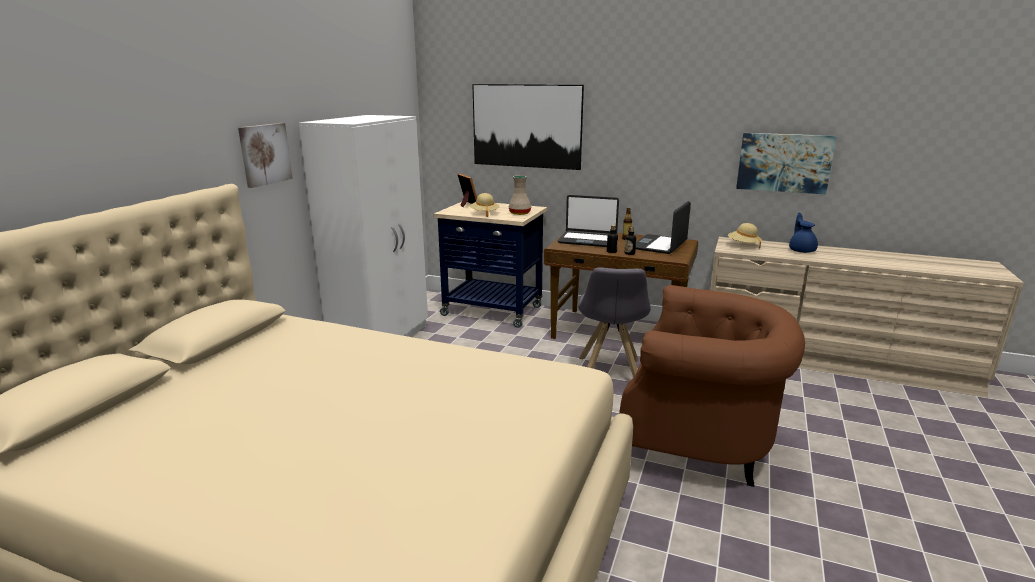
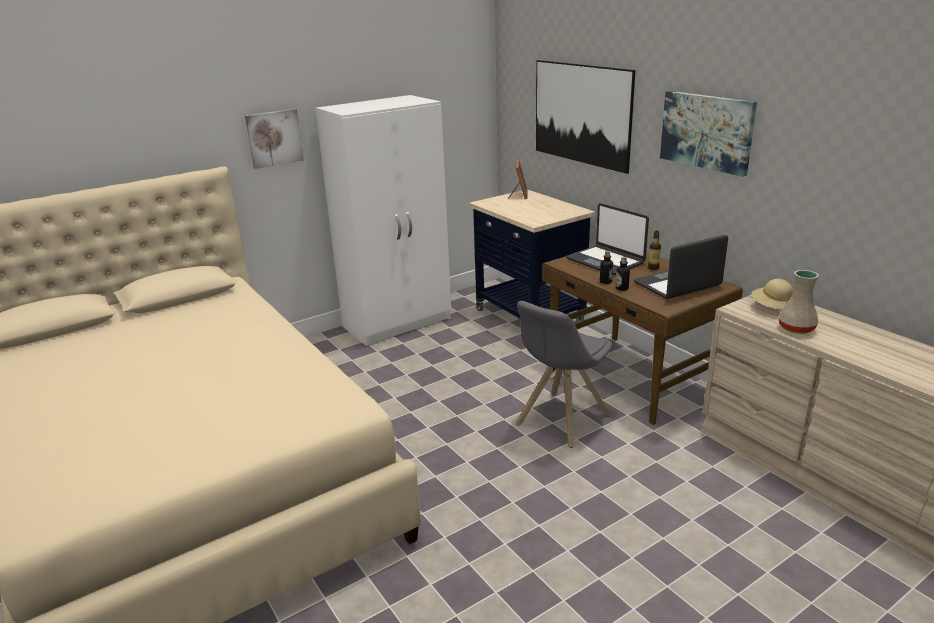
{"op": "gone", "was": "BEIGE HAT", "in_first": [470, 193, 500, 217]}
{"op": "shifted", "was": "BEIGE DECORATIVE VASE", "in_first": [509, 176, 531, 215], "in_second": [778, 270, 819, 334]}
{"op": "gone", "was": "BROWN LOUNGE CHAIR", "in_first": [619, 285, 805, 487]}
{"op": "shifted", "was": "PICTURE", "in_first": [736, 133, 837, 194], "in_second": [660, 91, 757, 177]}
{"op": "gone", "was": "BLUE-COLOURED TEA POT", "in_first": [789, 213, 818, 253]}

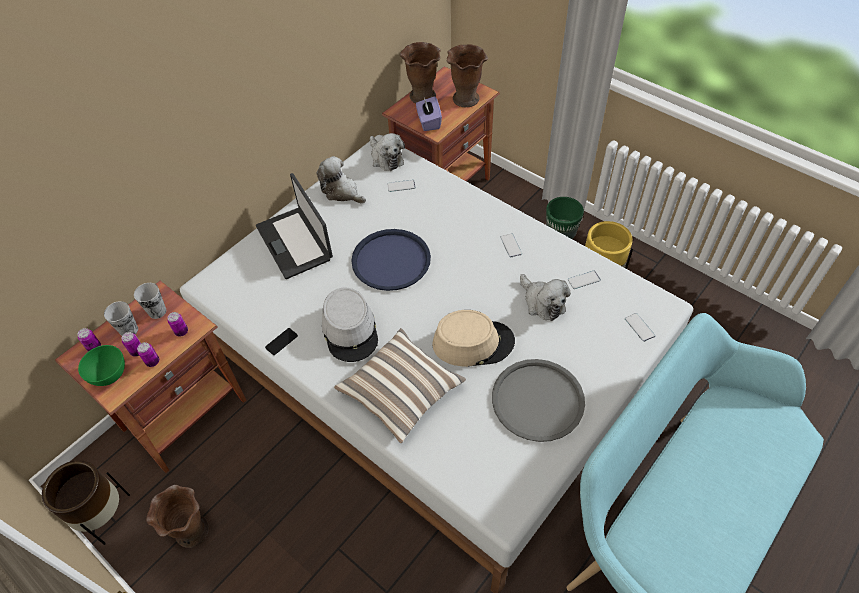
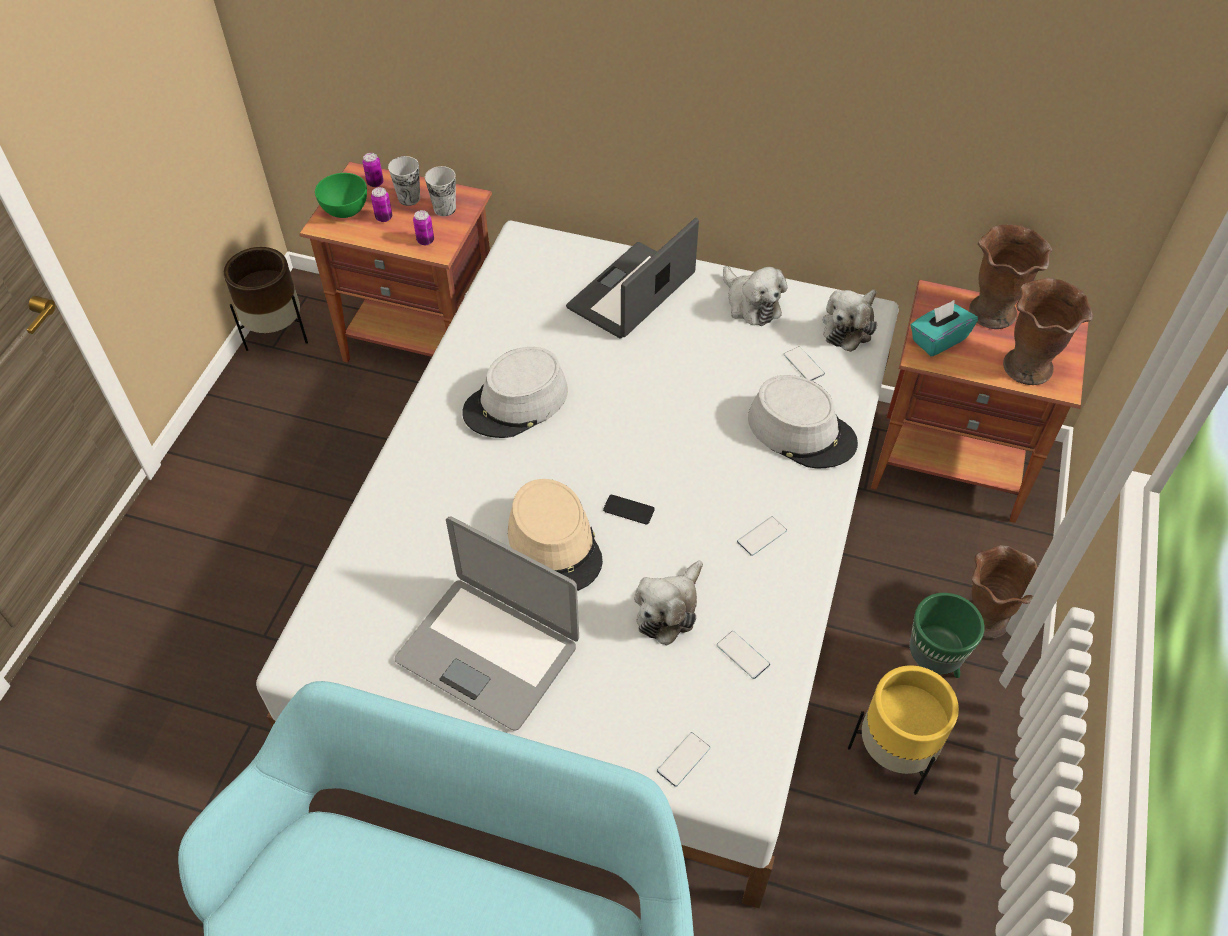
{"op": "gone", "was": "SEALED CAN", "in_first": [137, 342, 159, 367]}
{"op": "shifted", "was": "BROWN DECORATIVE VASE", "in_first": [146, 485, 209, 548], "in_second": [970, 545, 1038, 639]}
{"op": "shifted", "was": "PHONE", "in_first": [265, 328, 298, 355], "in_second": [603, 495, 655, 524]}
{"op": "rotated", "was": "CUDDLY TOY", "in_first": [317, 156, 366, 203], "in_second": [723, 266, 787, 326], "clockwise": 135}
{"op": "gone", "was": "THROW PILLOW", "in_first": [334, 328, 466, 443]}
{"op": "gone", "was": "BLUE-COLOURED CARRYING TRAY", "in_first": [351, 229, 431, 291]}
{"op": "repainted", "was": "PURPLE-COLOURED TISSUE HOLDER", "now": "TURQUOISE-COLOURED TISSUE HOLDER", "in_first": [416, 96, 442, 131], "in_second": [911, 300, 978, 357]}
{"op": "swapped", "was": "GREYISH CARRYING TRAY", "now": "NOTEBOOK COMPUTER", "in_first": [492, 359, 585, 442], "in_second": [395, 517, 579, 731]}
{"op": "new", "now": "GREYISH HAT", "in_second": [748, 375, 858, 469]}

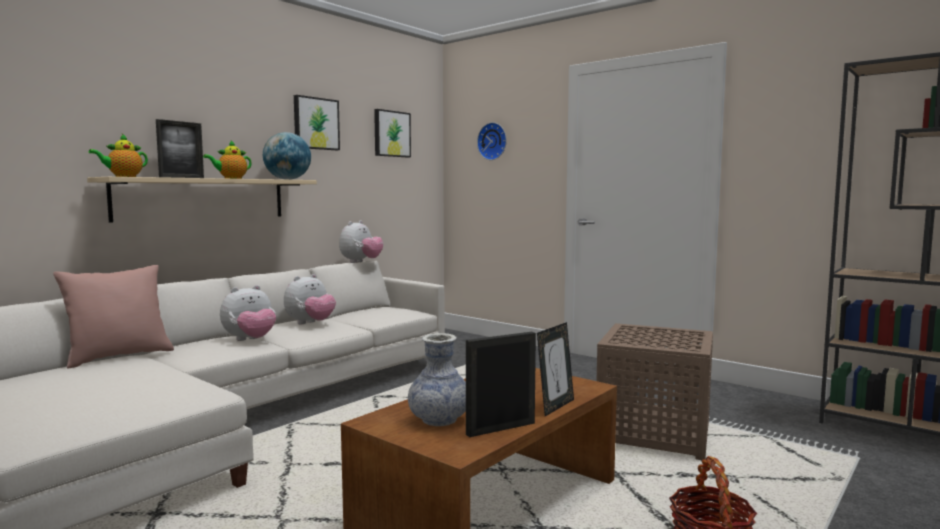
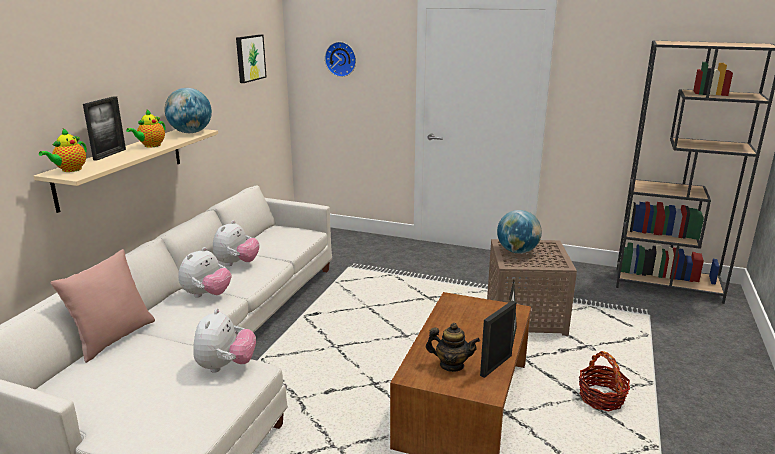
{"op": "gone", "was": "PICTURE", "in_first": [294, 95, 340, 150]}
{"op": "shifted", "was": "CUDDLY TOY", "in_first": [339, 221, 384, 263], "in_second": [193, 308, 256, 373]}
{"op": "swapped", "was": "DECORATIVE VASE", "now": "TEA POT", "in_first": [408, 333, 466, 426], "in_second": [426, 323, 480, 372]}
{"op": "new", "now": "DESK GLOBE", "in_second": [497, 210, 542, 254]}

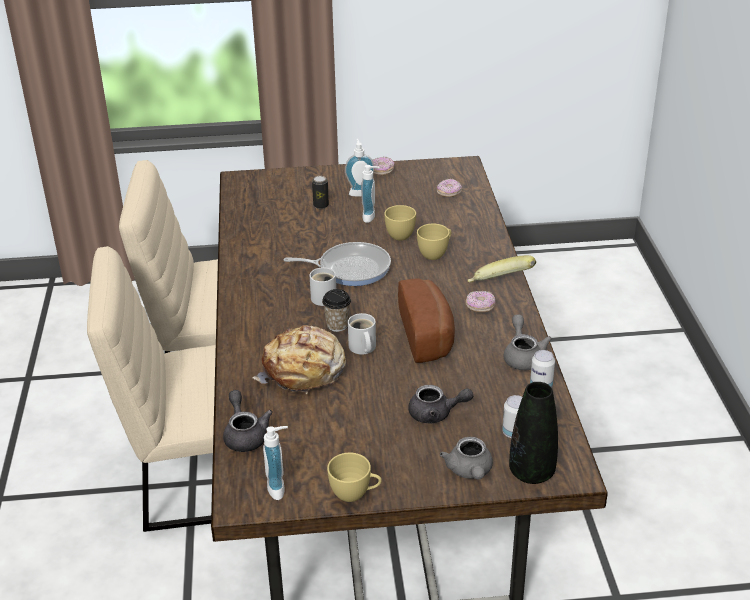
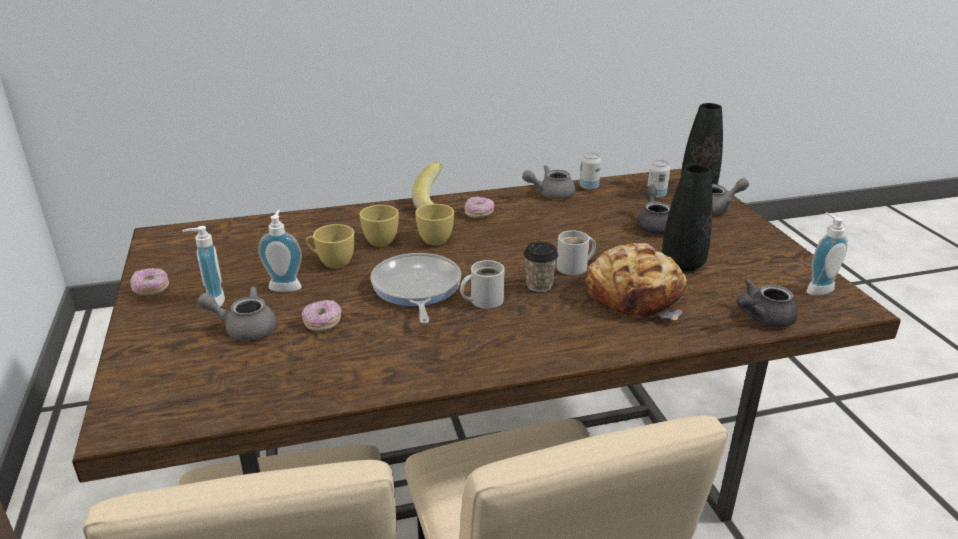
{"op": "swapped", "was": "SEALED CAN", "now": "GREYISH TEA POT", "in_first": [312, 176, 329, 209], "in_second": [197, 287, 277, 341]}
{"op": "shifted", "was": "YELLOW DRINKING CUP", "in_first": [327, 453, 382, 502], "in_second": [415, 204, 454, 246]}
{"op": "gone", "was": "BREAD", "in_first": [398, 278, 455, 363]}
{"op": "shifted", "was": "RING DOUGHNUT", "in_first": [437, 179, 462, 197], "in_second": [302, 300, 341, 332]}
{"op": "new", "now": "BLACKISH DECORATIVE VASE", "in_second": [662, 164, 713, 272]}

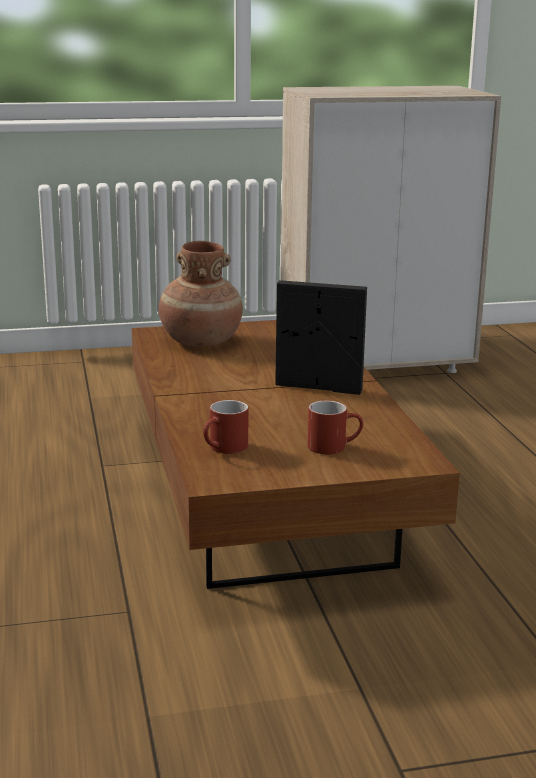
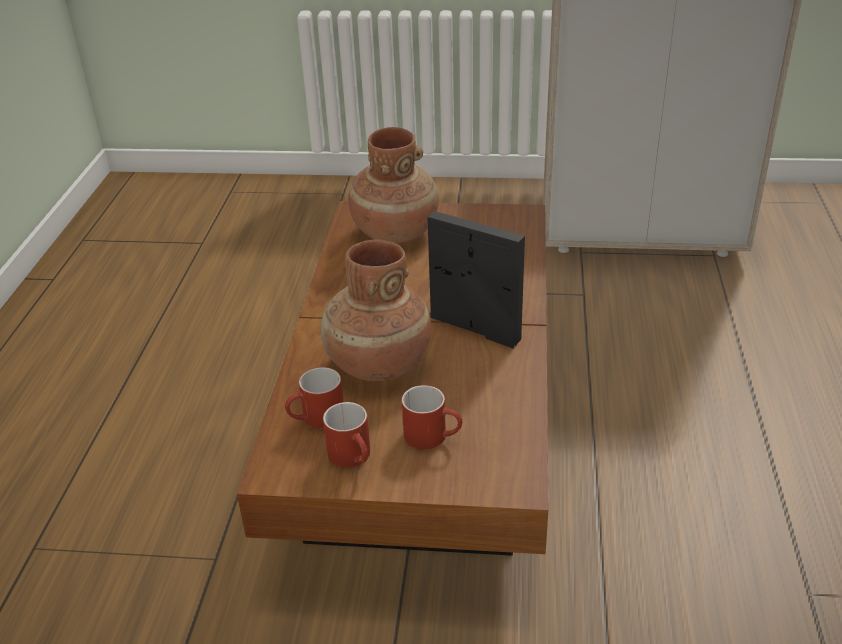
{"op": "new", "now": "BROWN DECORATIVE VASE", "in_second": [321, 240, 431, 381]}
{"op": "new", "now": "RED-COLOURED COFFEE MUG", "in_second": [323, 402, 370, 468]}

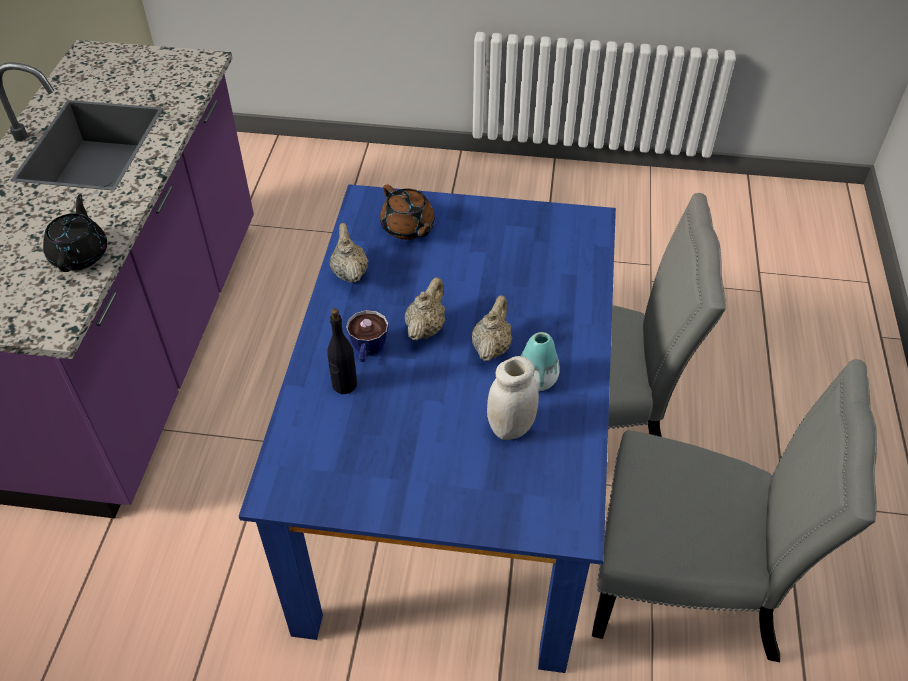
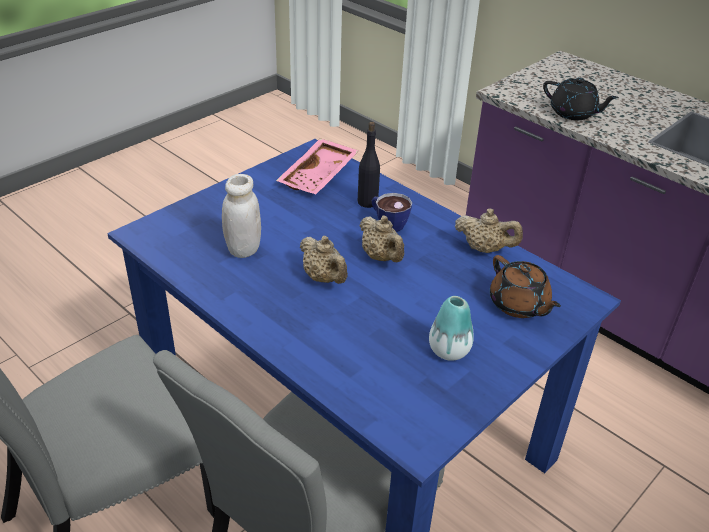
{"op": "rotated", "was": "BROWN TEA POT", "in_first": [380, 184, 435, 240], "in_second": [490, 255, 561, 318], "clockwise": -120}
{"op": "shifted", "was": "DECORATIVE VASE", "in_first": [521, 332, 560, 391], "in_second": [429, 296, 474, 361]}
{"op": "new", "now": "PINKISH CARRYING TRAY", "in_second": [276, 138, 359, 194]}

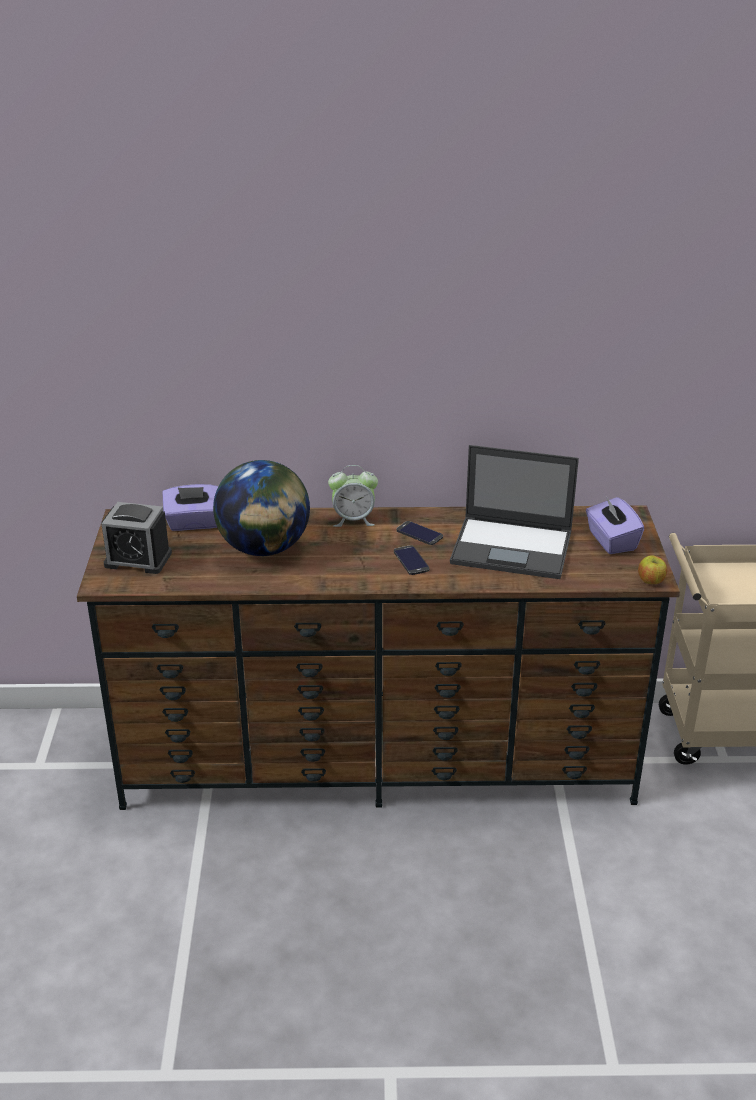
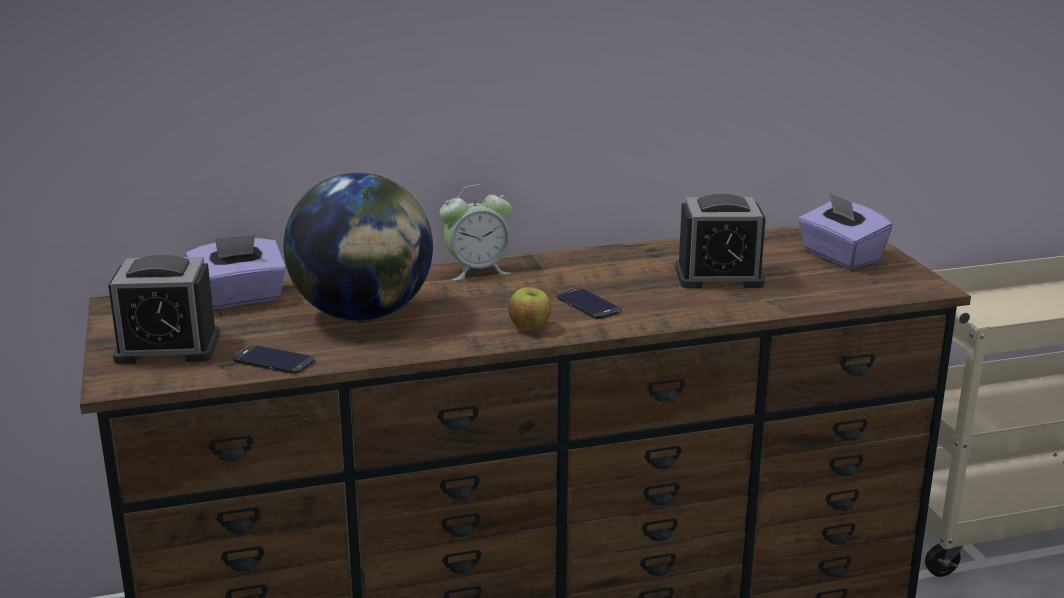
{"op": "shifted", "was": "PHONE", "in_first": [396, 521, 443, 545], "in_second": [233, 345, 315, 374]}
{"op": "swapped", "was": "NOTEBOOK COMPUTER", "now": "ALARM CLOCK", "in_first": [450, 445, 579, 579], "in_second": [675, 194, 766, 288]}
{"op": "shifted", "was": "APPLE", "in_first": [638, 556, 667, 584], "in_second": [508, 287, 551, 330]}

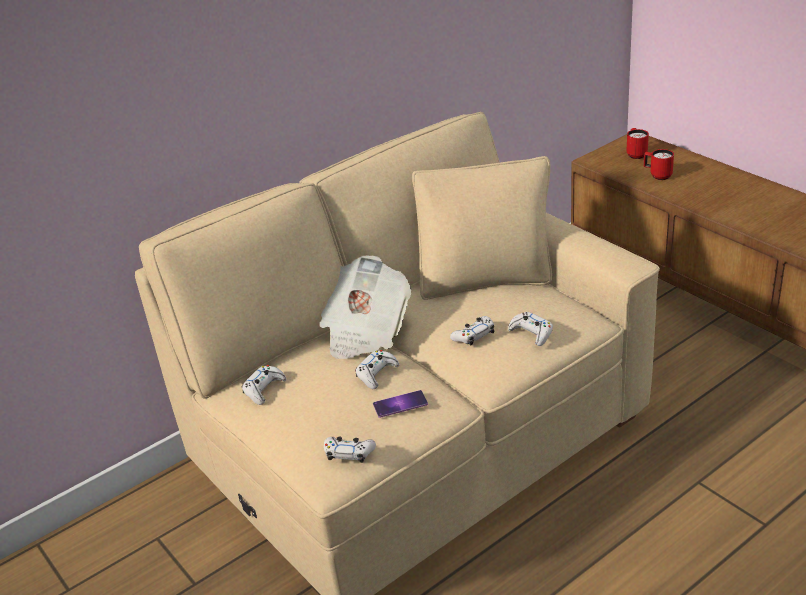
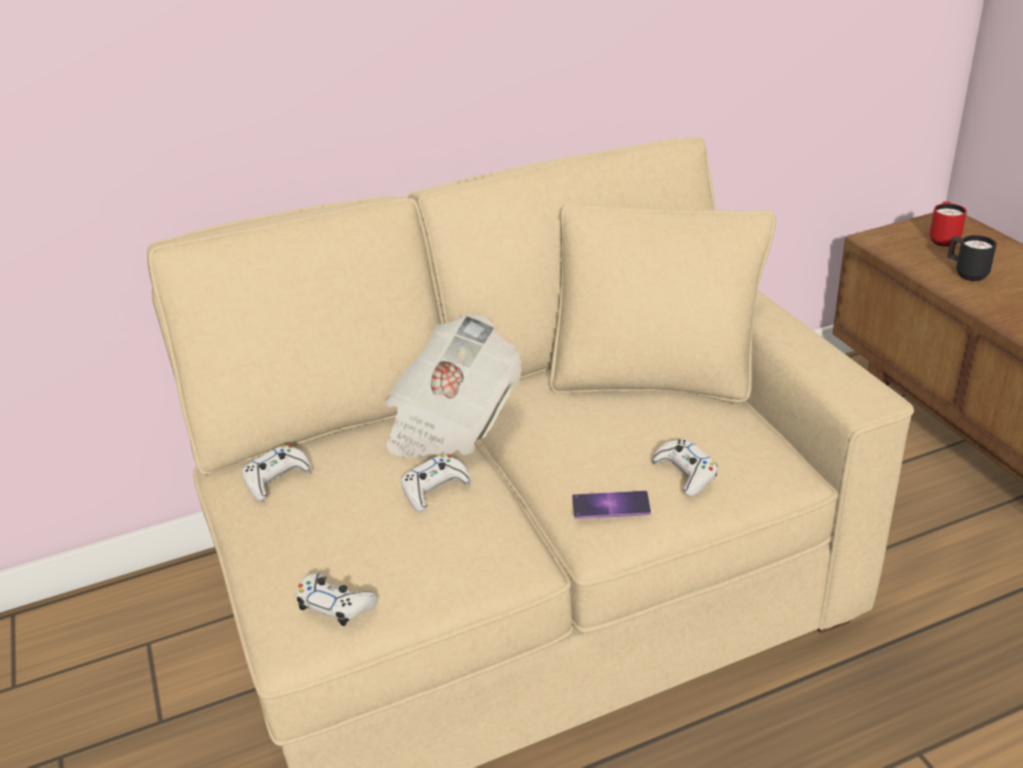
{"op": "shifted", "was": "PHONE", "in_first": [373, 390, 428, 418], "in_second": [572, 491, 651, 519]}
{"op": "gone", "was": "WHITISH JOYPAD", "in_first": [450, 316, 494, 345]}
{"op": "repainted", "was": "RED-COLOURED COFFEE MUG", "now": "BLACKISH COFFEE MUG", "in_first": [644, 149, 674, 180], "in_second": [947, 235, 997, 281]}

